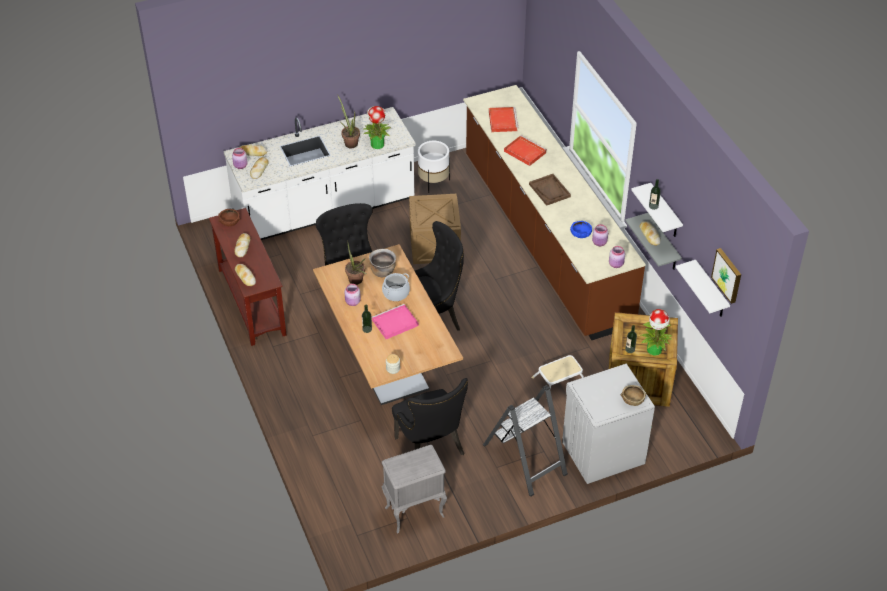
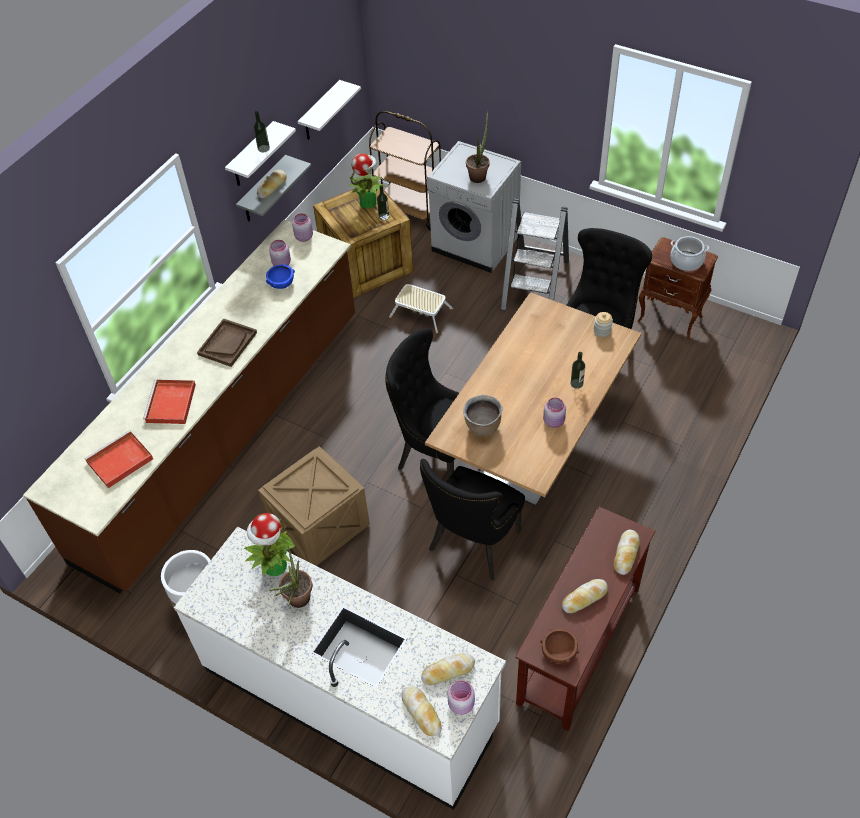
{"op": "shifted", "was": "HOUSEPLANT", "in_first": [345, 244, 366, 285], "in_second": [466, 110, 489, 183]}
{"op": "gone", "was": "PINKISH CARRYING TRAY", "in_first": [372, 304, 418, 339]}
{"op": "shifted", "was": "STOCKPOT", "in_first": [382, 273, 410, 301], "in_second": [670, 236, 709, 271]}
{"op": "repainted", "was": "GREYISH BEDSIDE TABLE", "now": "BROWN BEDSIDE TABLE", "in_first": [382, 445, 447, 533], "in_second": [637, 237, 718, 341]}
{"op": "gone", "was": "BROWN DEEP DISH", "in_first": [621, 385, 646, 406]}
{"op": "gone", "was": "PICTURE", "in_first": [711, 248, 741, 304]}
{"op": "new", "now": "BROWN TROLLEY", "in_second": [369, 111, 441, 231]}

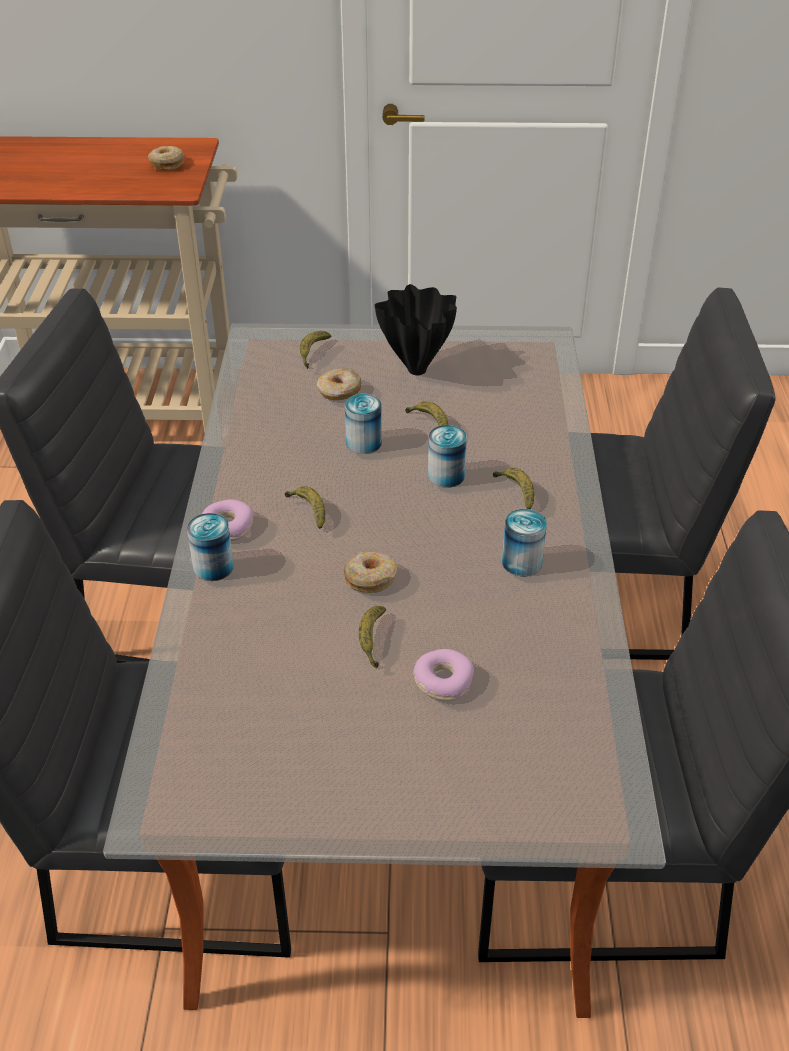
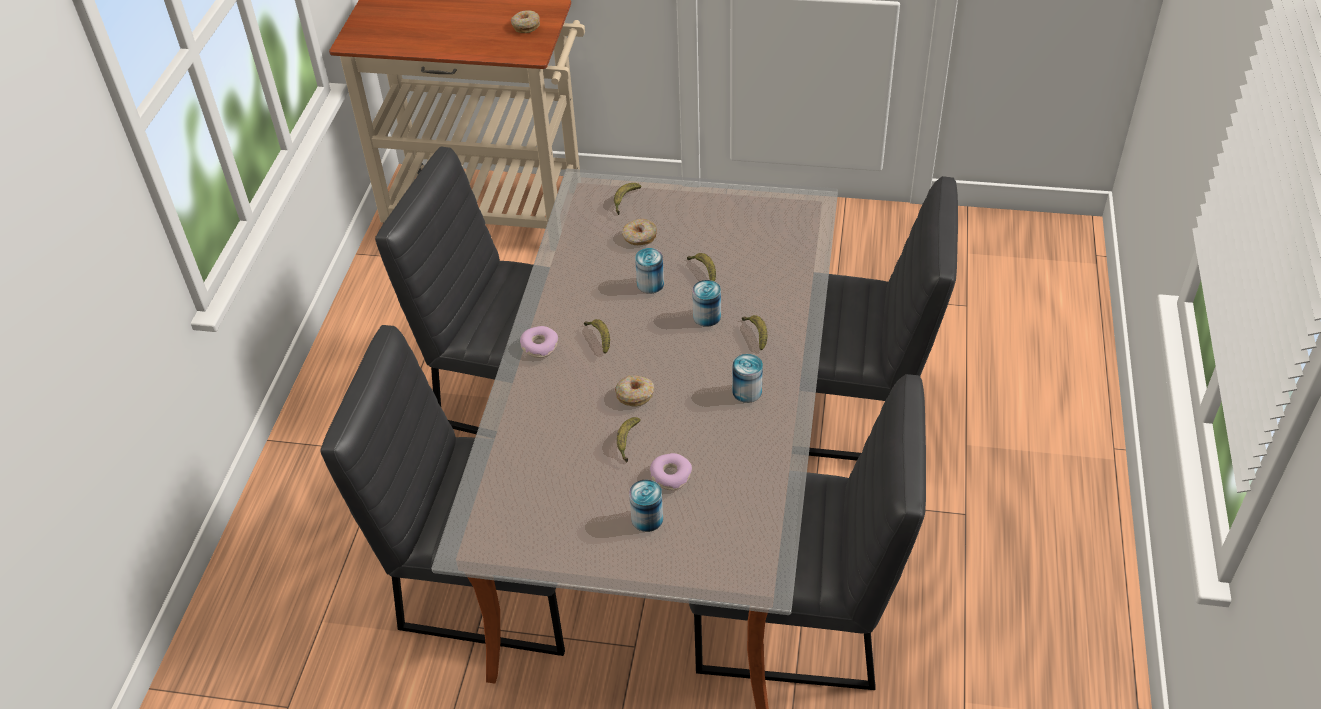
{"op": "shifted", "was": "SEALED CAN", "in_first": [187, 513, 234, 581], "in_second": [629, 480, 663, 532]}
{"op": "gone", "was": "BLACKISH DECORATIVE VASE", "in_first": [374, 284, 457, 375]}

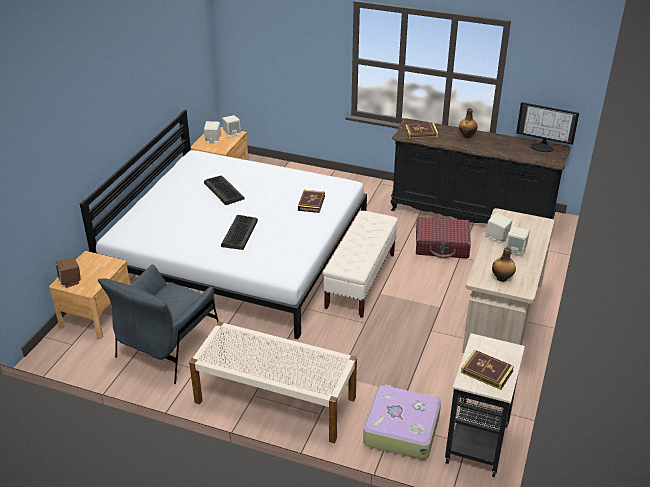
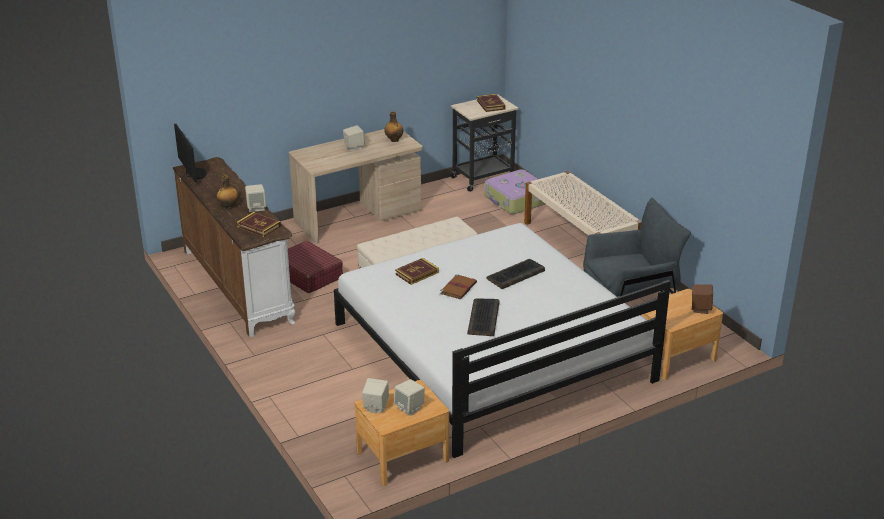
{"op": "repainted", "was": "BLACKISH CABINET", "now": "WHITISH CABINET", "in_first": [391, 118, 570, 224], "in_second": [173, 157, 295, 337]}
{"op": "shifted", "was": "BEIGE SPEAKER", "in_first": [485, 213, 512, 243], "in_second": [245, 184, 266, 212]}
{"op": "new", "now": "BROWN BOOK", "in_second": [440, 274, 477, 299]}

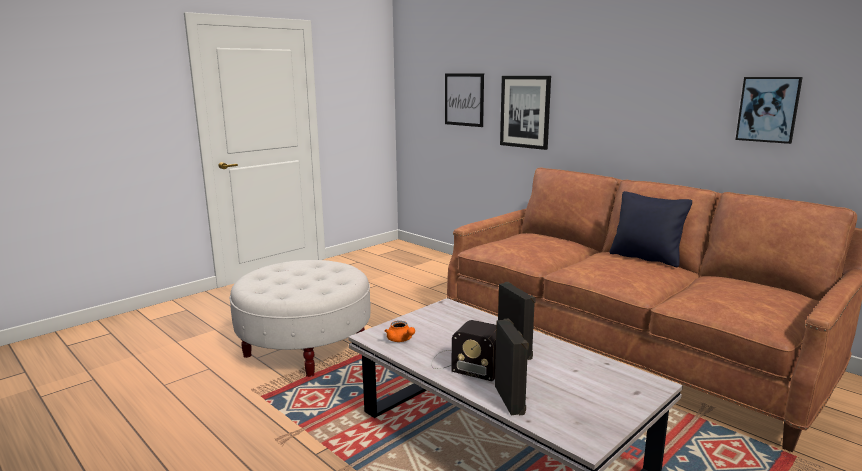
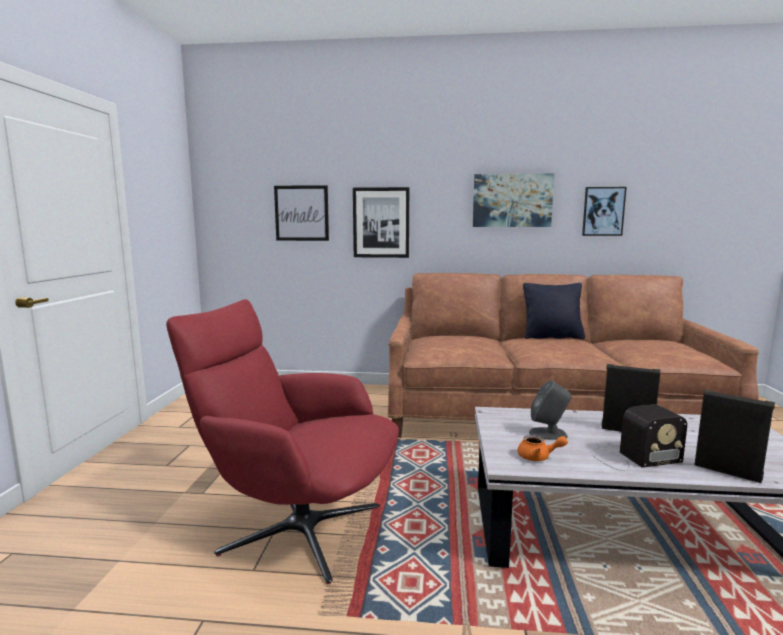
{"op": "swapped", "was": "WHITISH POUFFE", "now": "RED-COLOURED LOUNGE CHAIR", "in_first": [230, 260, 371, 377], "in_second": [166, 299, 399, 584]}
{"op": "new", "now": "PICTURE", "in_second": [473, 174, 554, 227]}
{"op": "new", "now": "GREYISH SPEAKER", "in_second": [529, 380, 571, 440]}

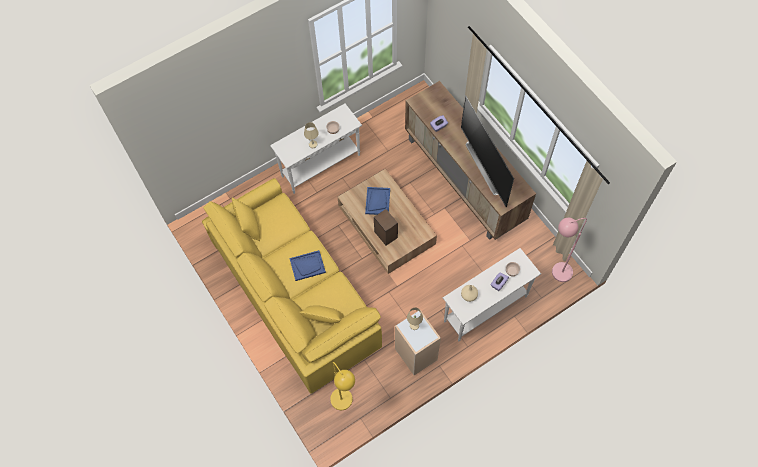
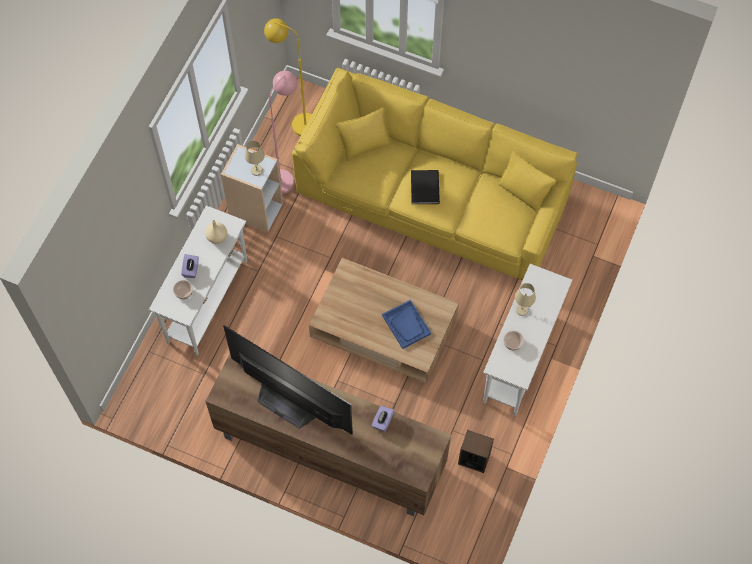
{"op": "swapped", "was": "BLUE-COLOURED CARRYING TRAY", "now": "BLACKISH BOOK", "in_first": [289, 250, 326, 281], "in_second": [411, 170, 440, 204]}
{"op": "shifted", "was": "SPEAKER", "in_first": [374, 209, 398, 246], "in_second": [458, 430, 494, 473]}
{"op": "shifted", "was": "PINKISH STANDING LAMP", "in_first": [552, 218, 587, 282], "in_second": [269, 71, 297, 194]}

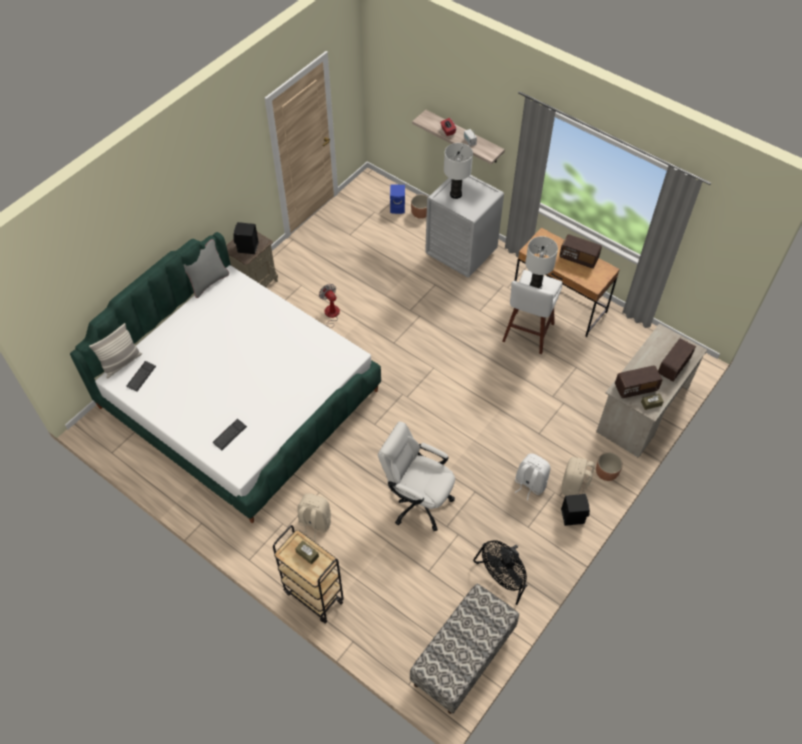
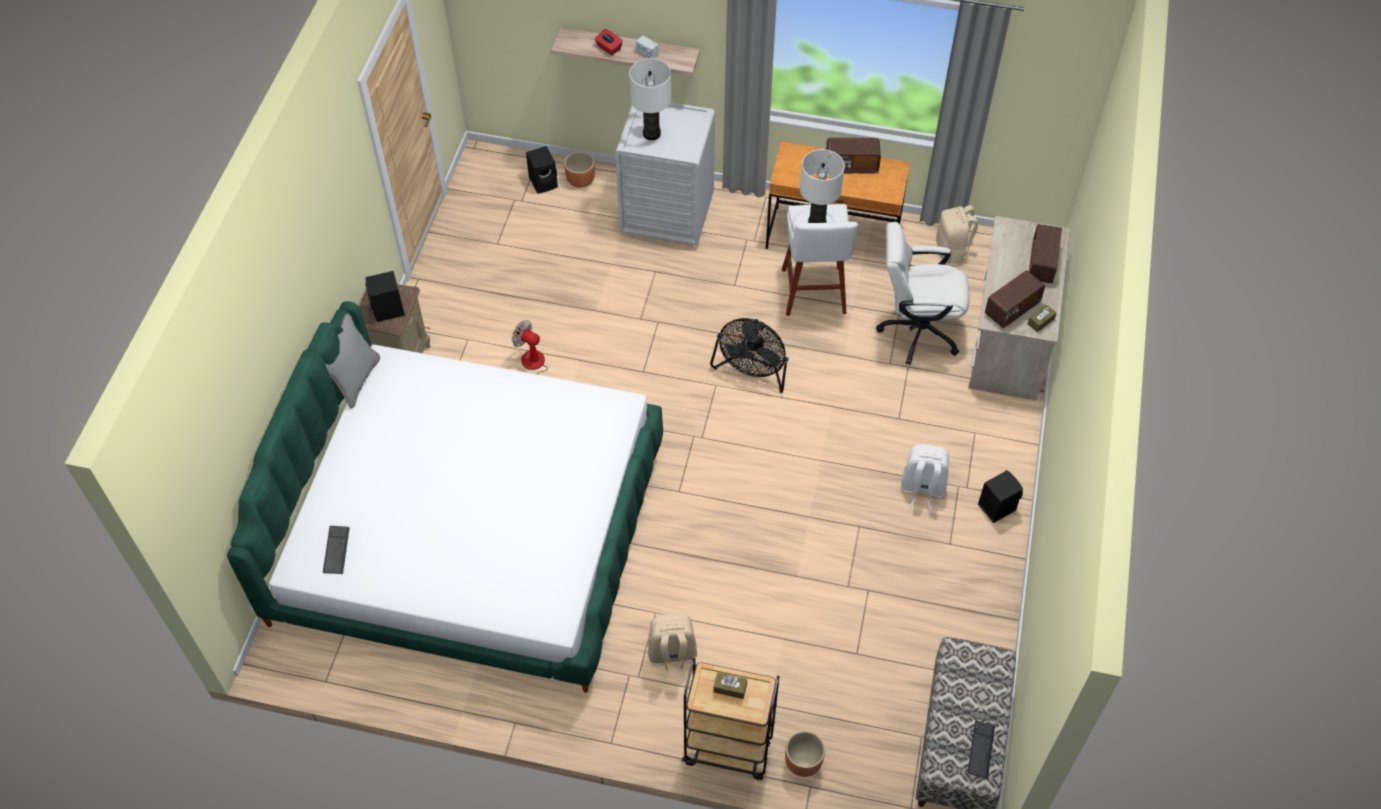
{"op": "gone", "was": "THROW PILLOW", "in_first": [89, 323, 142, 379]}
{"op": "shifted", "was": "PC KEYBOARD", "in_first": [212, 419, 247, 450], "in_second": [968, 721, 995, 779]}
{"op": "shifted", "was": "WHITISH DESK CHAIR", "in_first": [378, 422, 455, 532], "in_second": [876, 222, 970, 365]}
{"op": "repainted", "was": "BLUE-COLOURED SPEAKER", "now": "BLACKISH SPEAKER", "in_first": [390, 185, 405, 214], "in_second": [526, 146, 558, 194]}
{"op": "shifted", "was": "BLACKISH FAN", "in_first": [473, 540, 527, 605], "in_second": [710, 318, 789, 393]}
{"op": "shifted", "was": "BEIGE RUCKSACK", "in_first": [562, 457, 595, 498], "in_second": [936, 205, 978, 264]}
{"op": "shifted", "was": "BROWN FLOWER POT", "in_first": [596, 452, 623, 481], "in_second": [785, 731, 825, 777]}

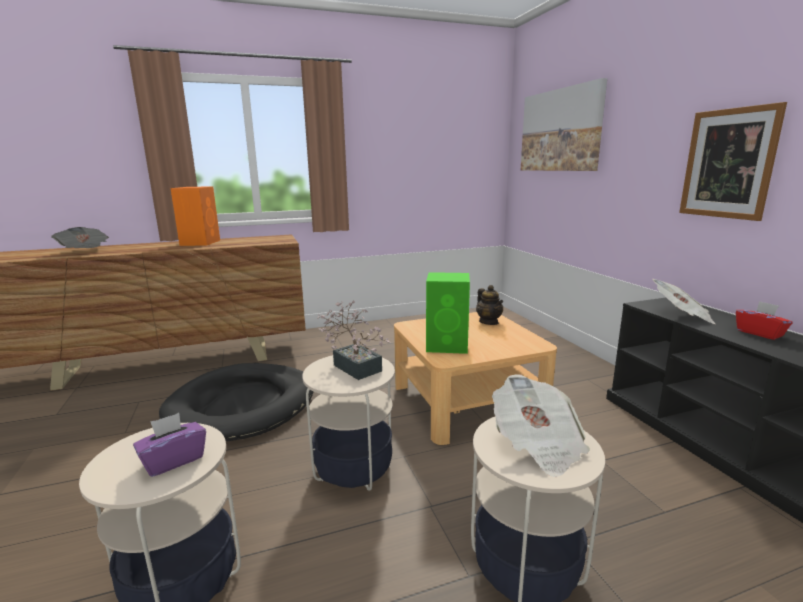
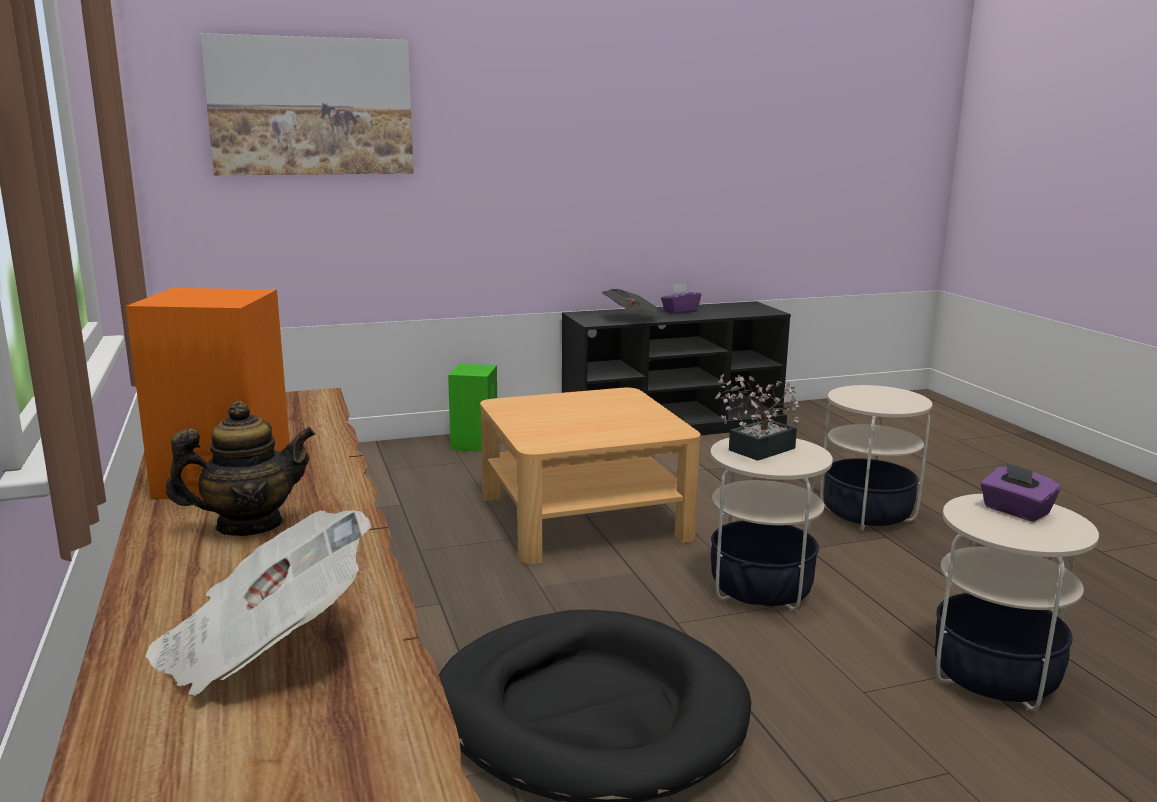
{"op": "shifted", "was": "GREEN SPEAKER", "in_first": [426, 272, 470, 354], "in_second": [448, 364, 497, 452]}
{"op": "shifted", "was": "TEA POT", "in_first": [476, 285, 503, 325], "in_second": [166, 401, 316, 536]}
{"op": "gone", "was": "PRINTED PAPER", "in_first": [492, 374, 590, 478]}
{"op": "gone", "was": "PICTURE", "in_first": [679, 102, 787, 221]}
{"op": "repainted", "was": "RED-COLOURED TISSUE HOLDER", "now": "PURPLE-COLOURED TISSUE HOLDER", "in_first": [736, 301, 793, 340], "in_second": [661, 283, 701, 314]}

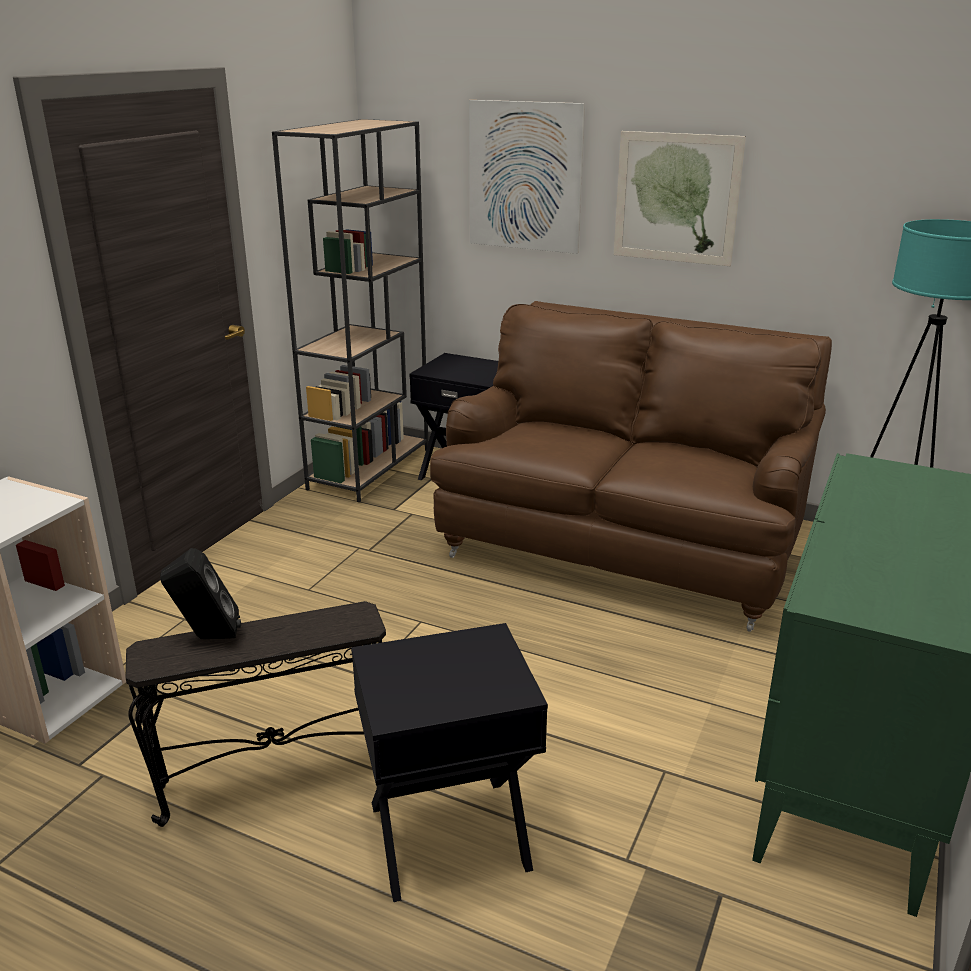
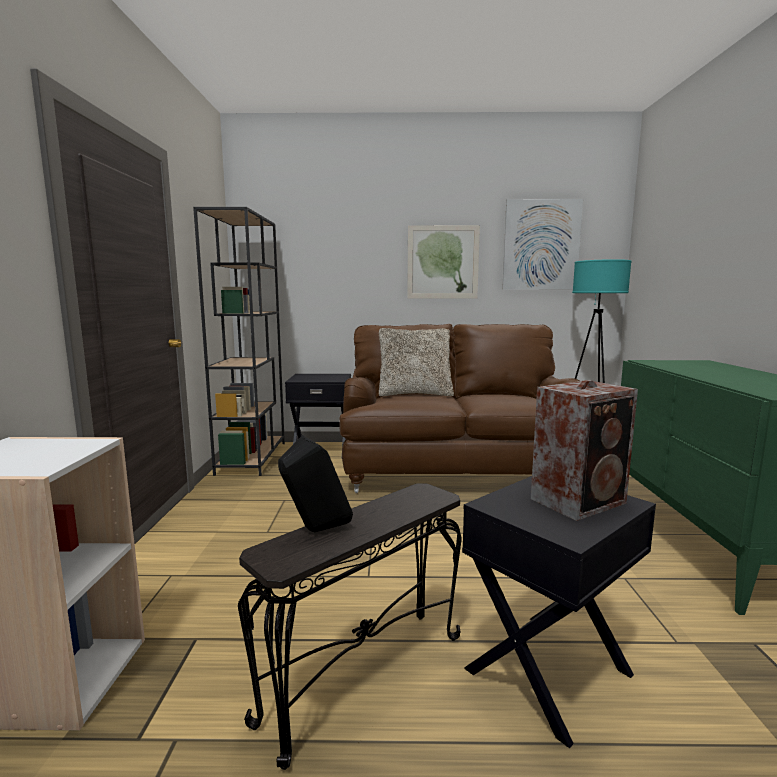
{"op": "shifted", "was": "PICTURE", "in_first": [469, 100, 585, 254], "in_second": [502, 199, 583, 290]}
{"op": "new", "now": "BEIGE THROW PILLOW", "in_second": [379, 328, 454, 396]}
{"op": "new", "now": "SPEAKER", "in_second": [531, 380, 638, 521]}

